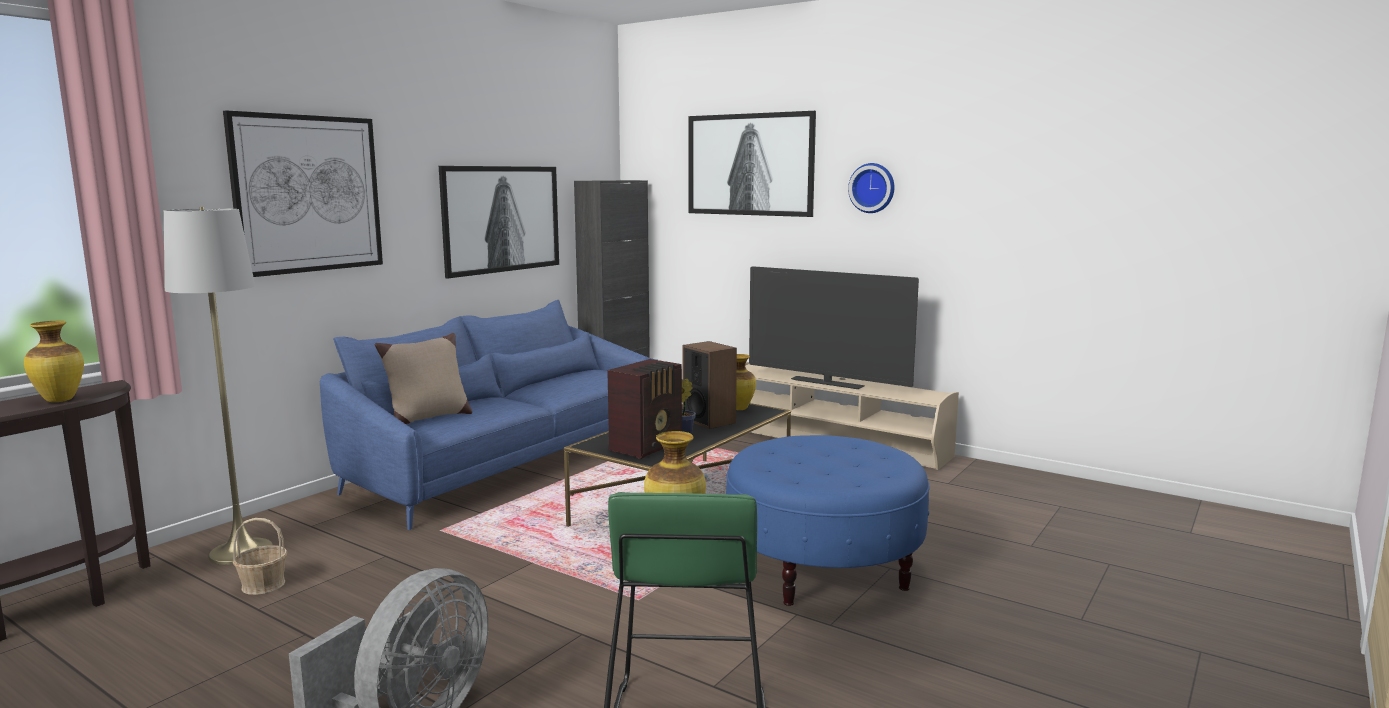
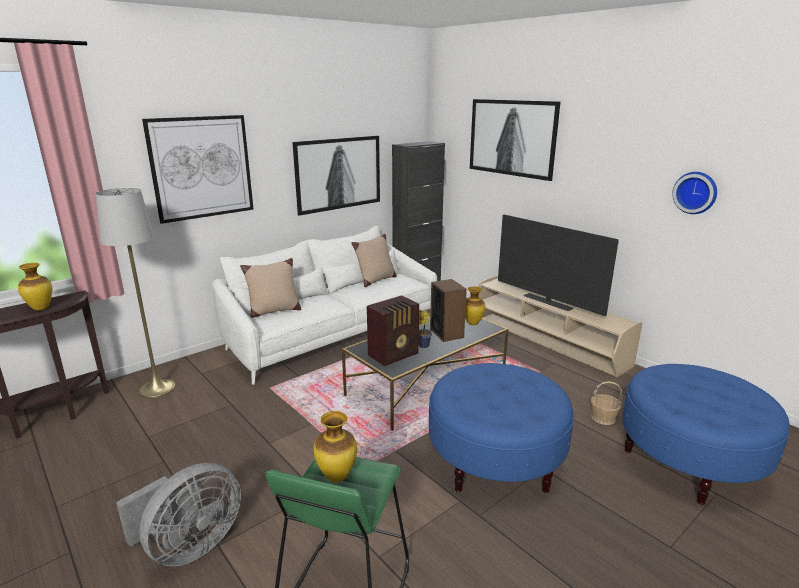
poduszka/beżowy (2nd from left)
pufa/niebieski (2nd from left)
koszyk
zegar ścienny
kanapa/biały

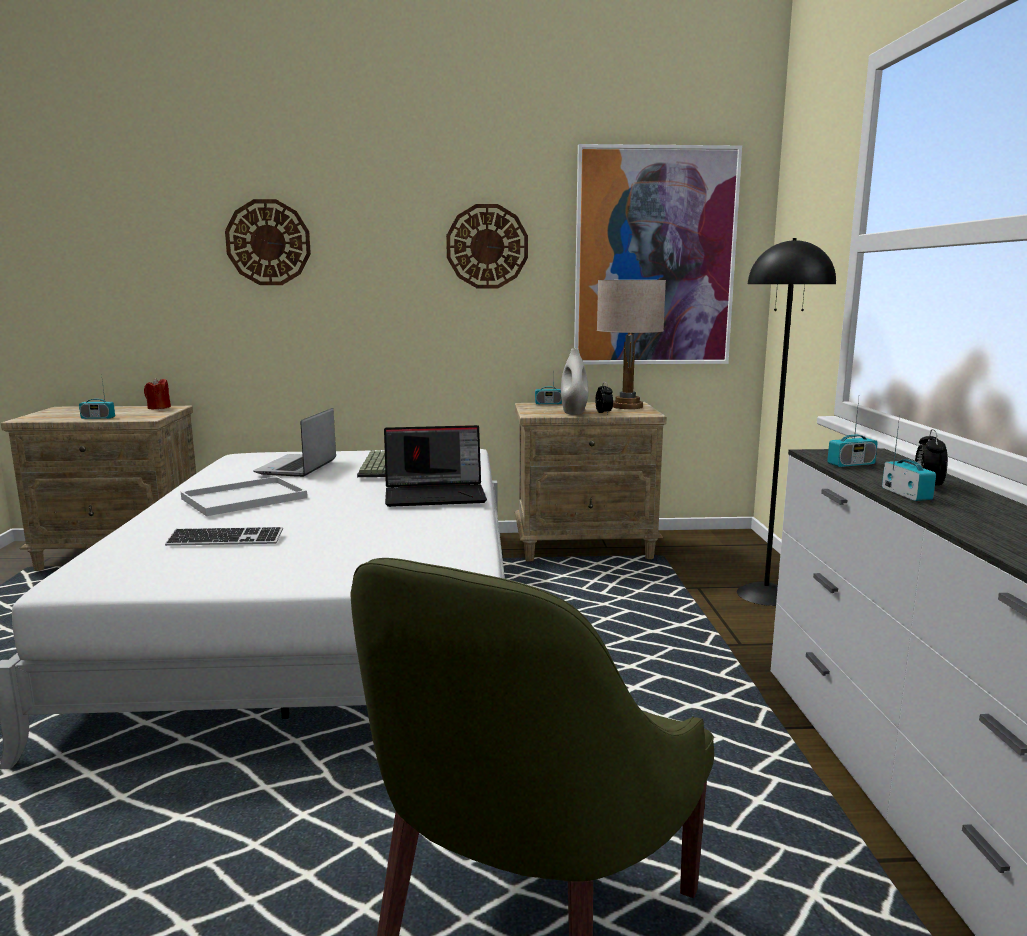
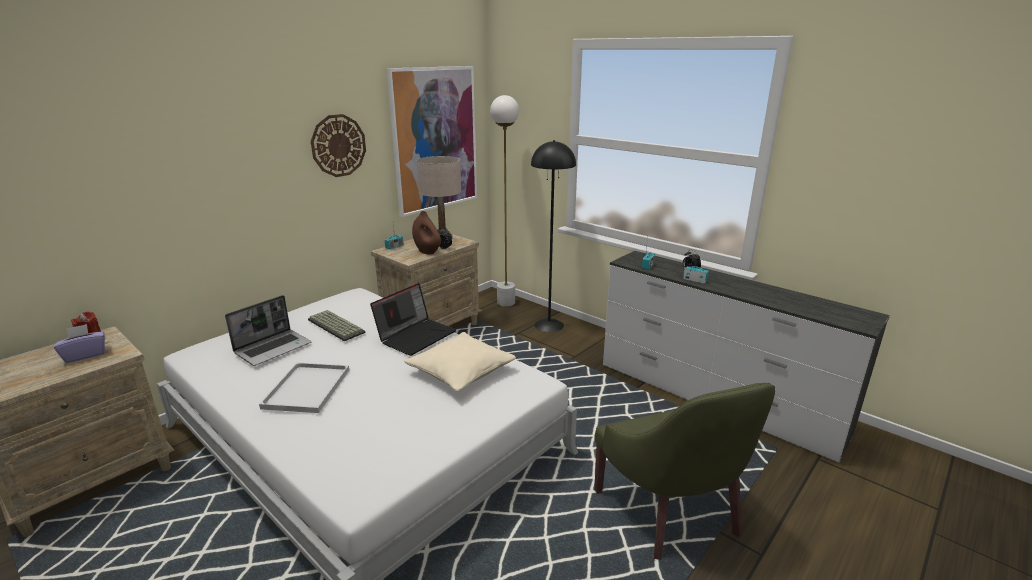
radio (1st from left in the first image)
klawiatura (1st from left in the first image)
zegar ścienny (1st from left in the first image)
pudełko chusteczek/fioletowy
poduszka/beżowy
lampa stojąca/biały
wazon/brązowy
laptop (1st from left)

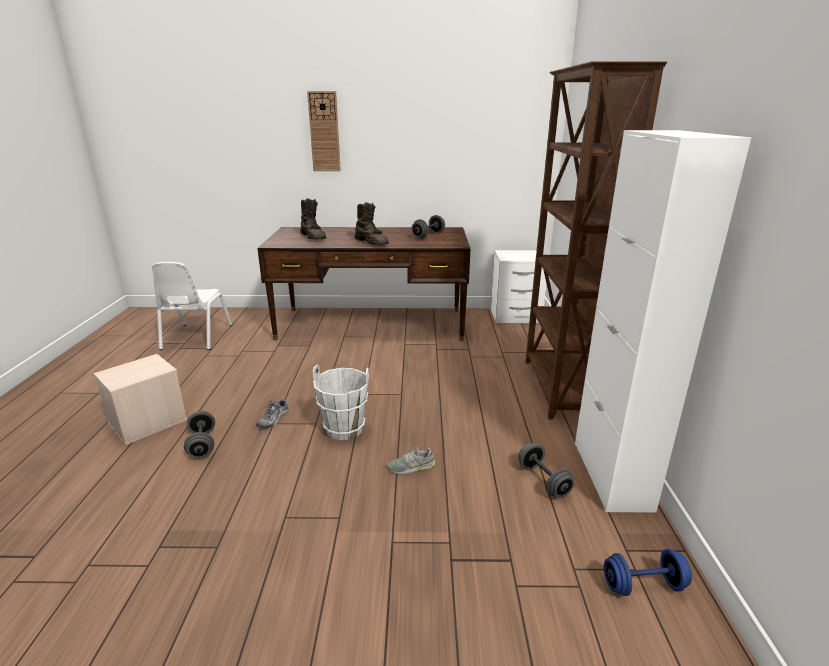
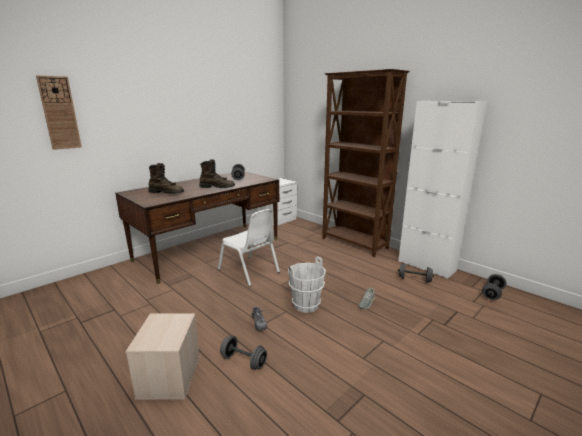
krzesło/biały
zegar ścienny
hantel/szary (4th from left)

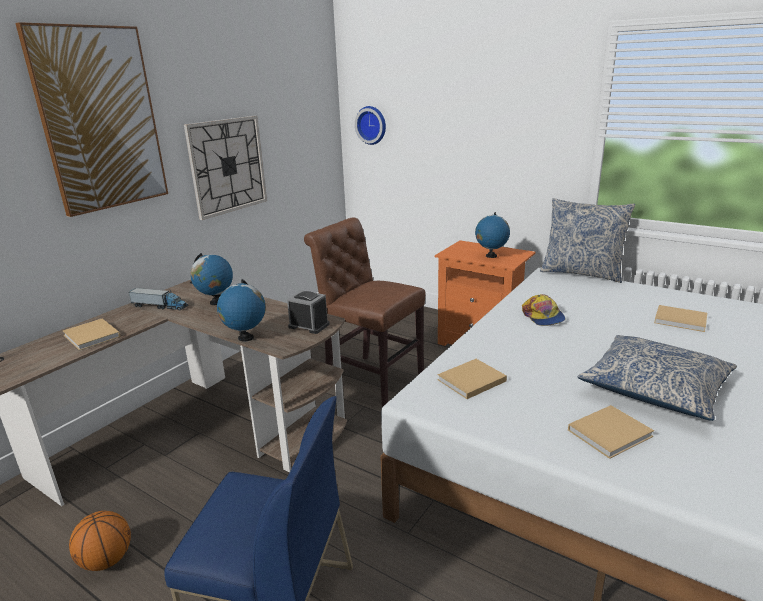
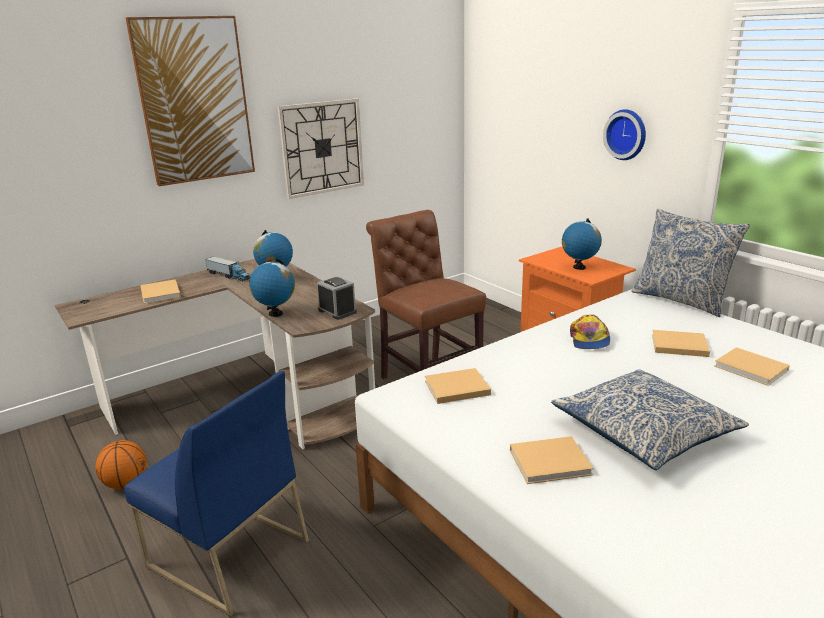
książka/beżowy (4th from left)
zegar ścienny (2nd from left)

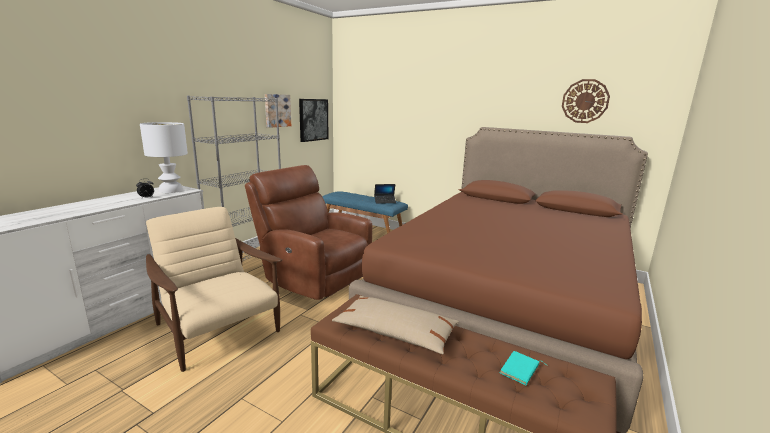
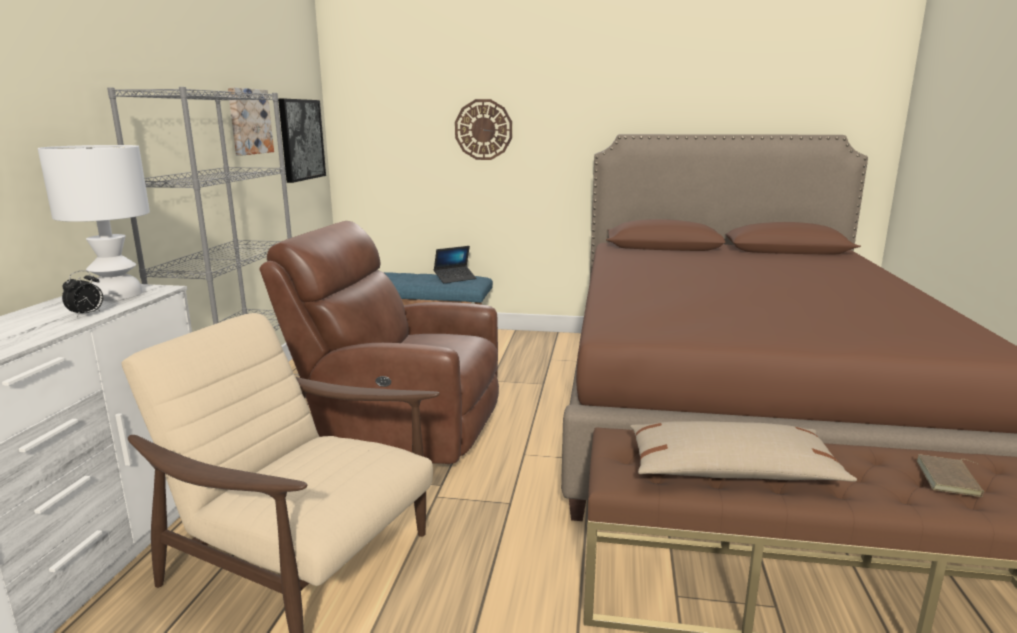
zegar ścienny
książka/brązowy

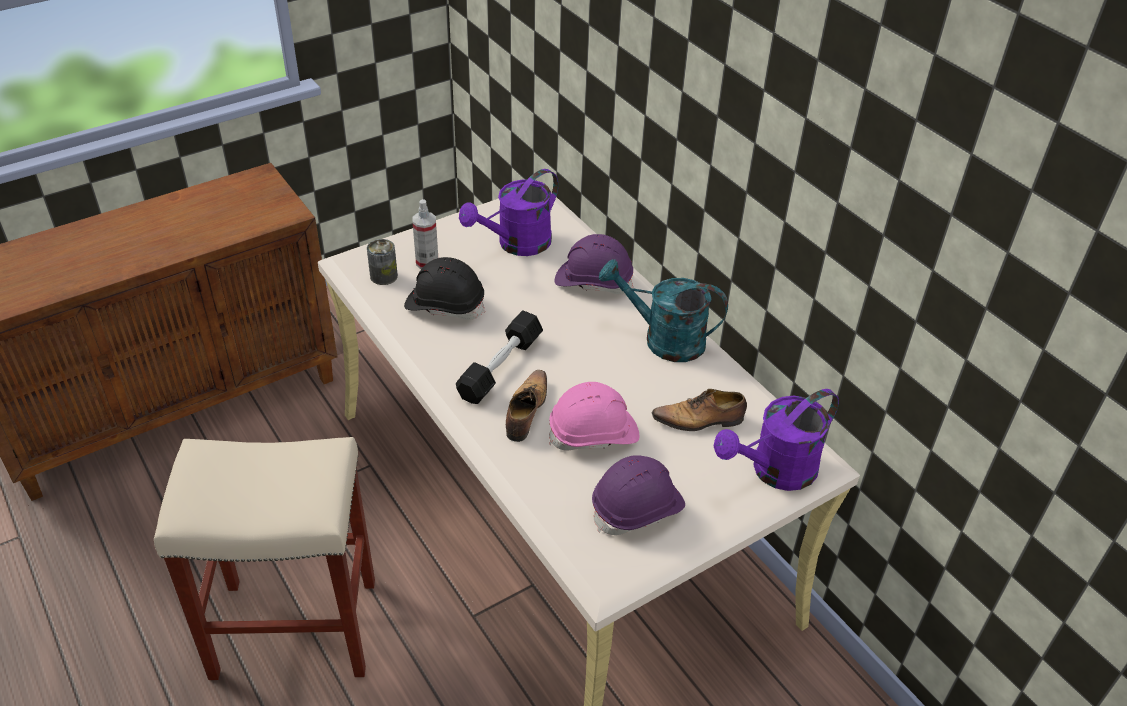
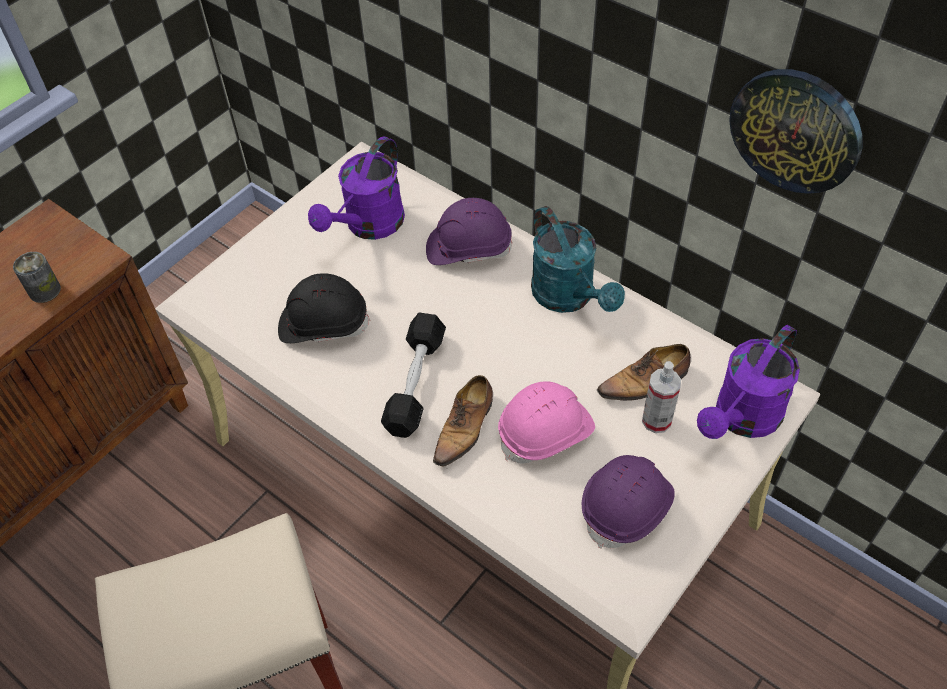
zegar ścienny
puszka
spryskiwacz
but (1st from left)
konewka/turkusowy

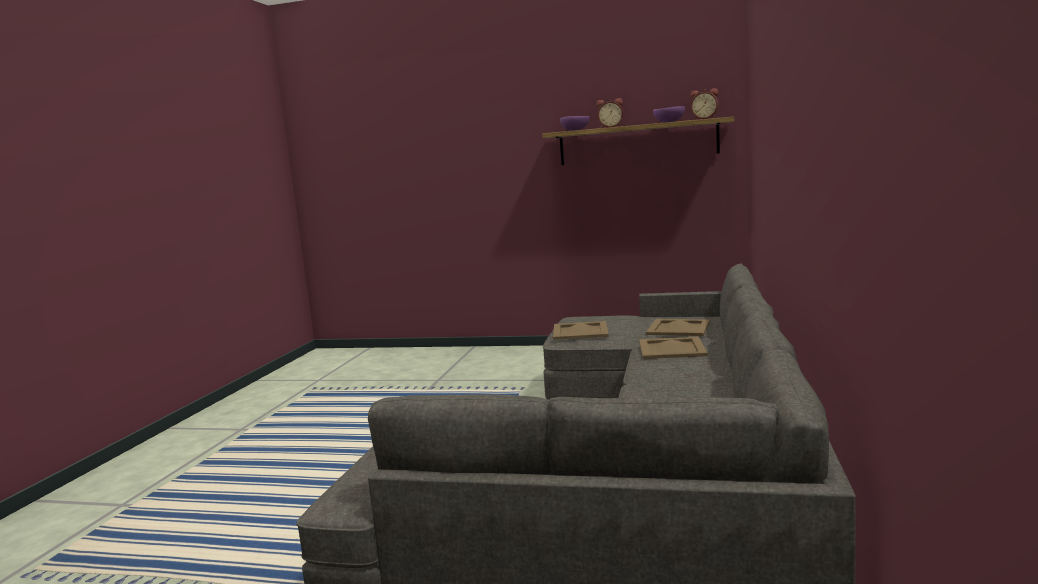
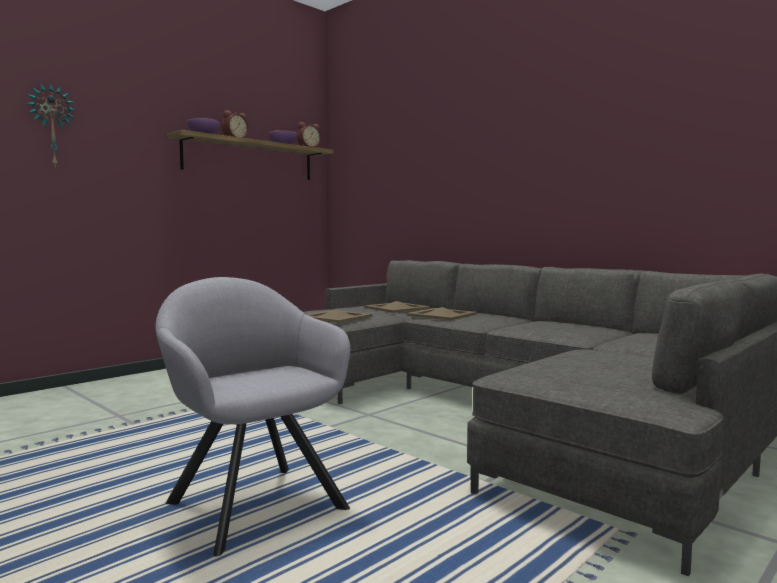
zegar ścienny
fotel/szary

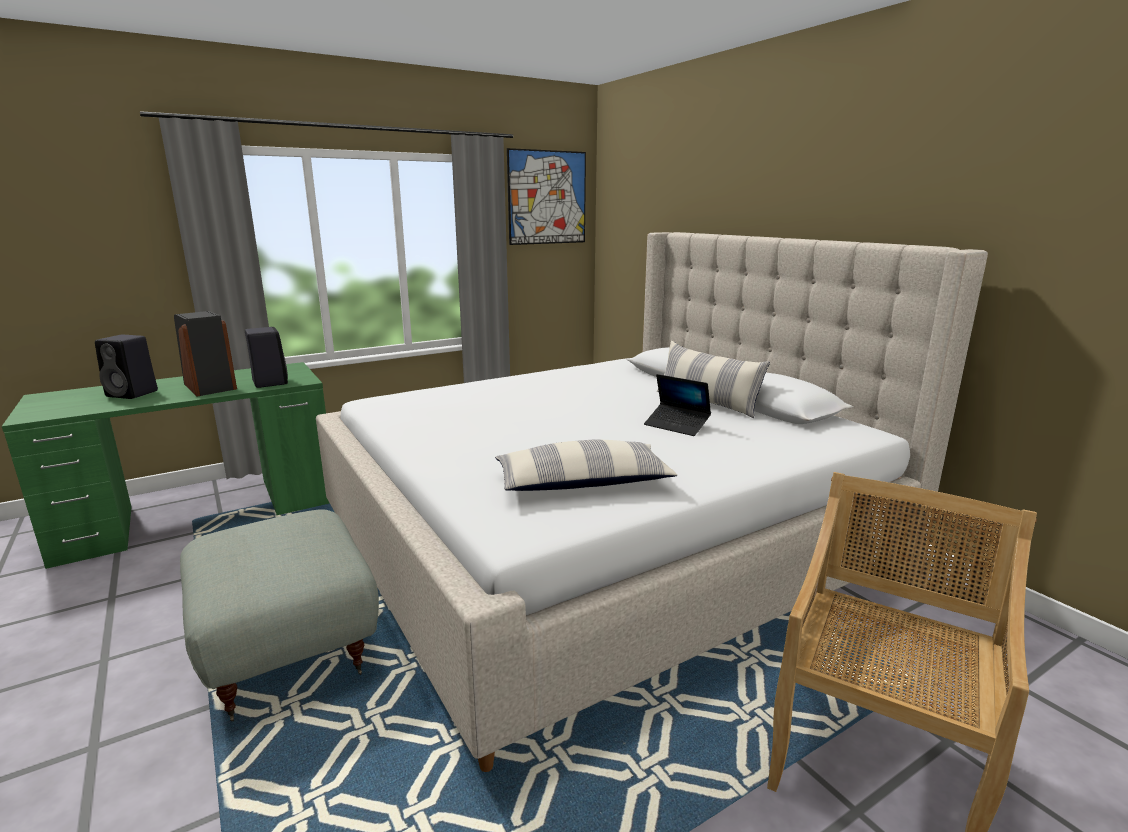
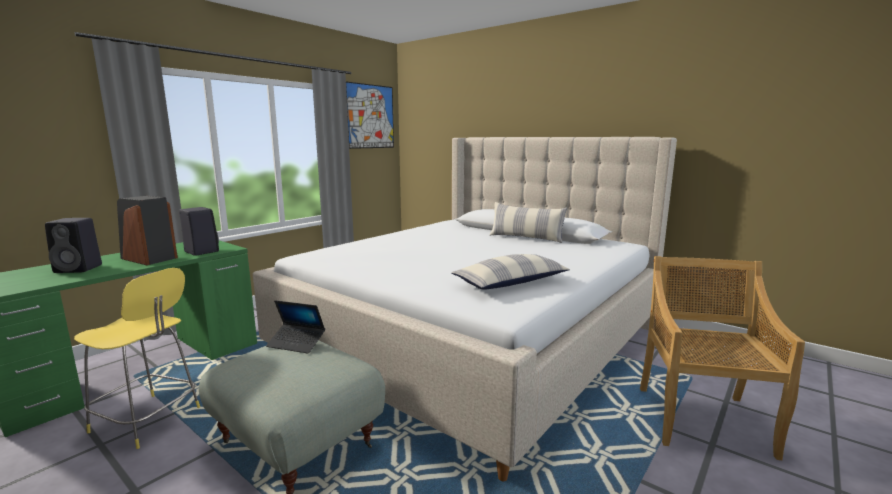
stołek/żółty
laptop

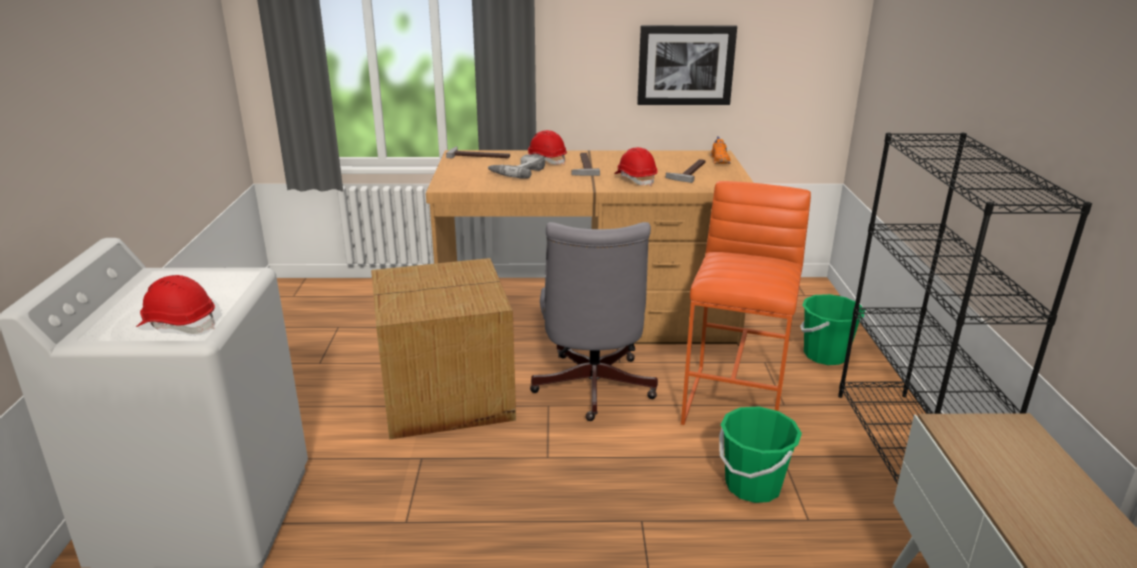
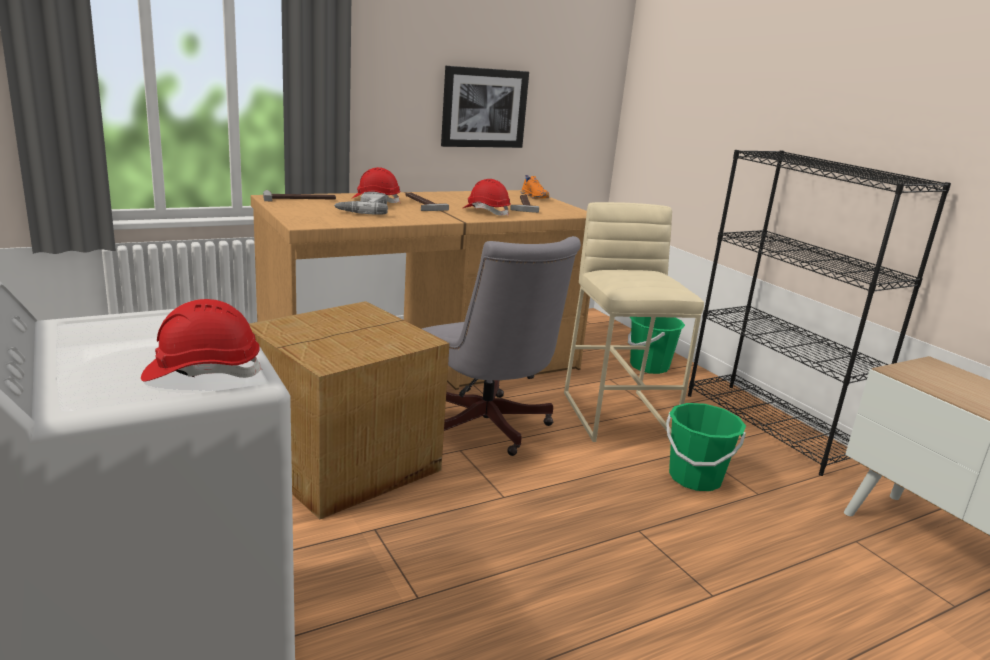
stołek/beżowy

